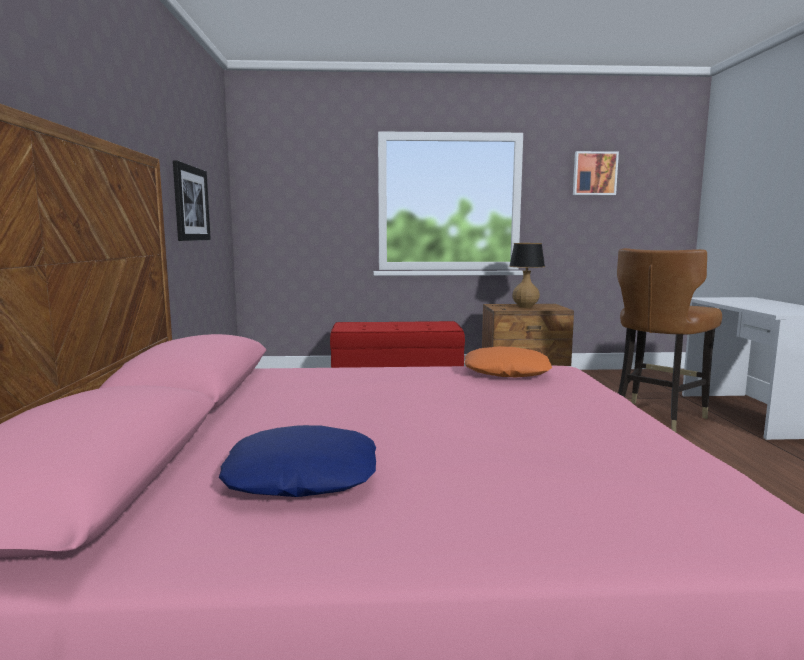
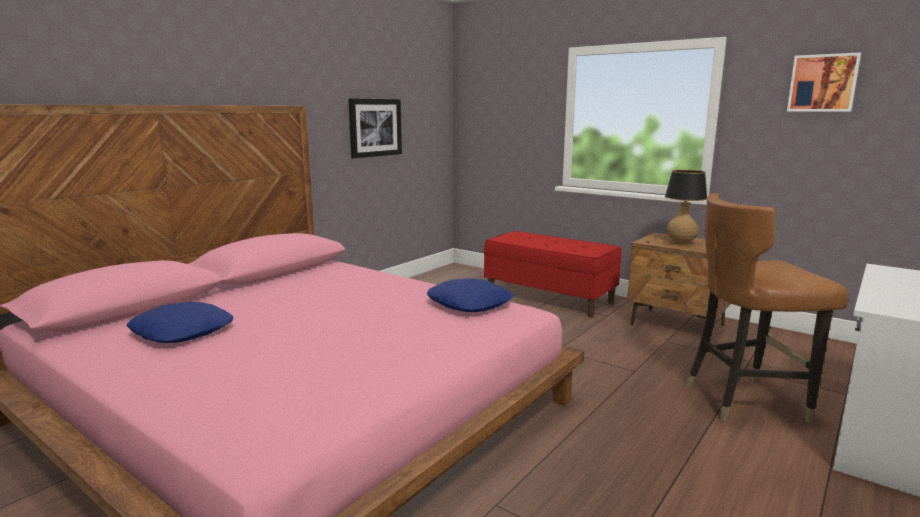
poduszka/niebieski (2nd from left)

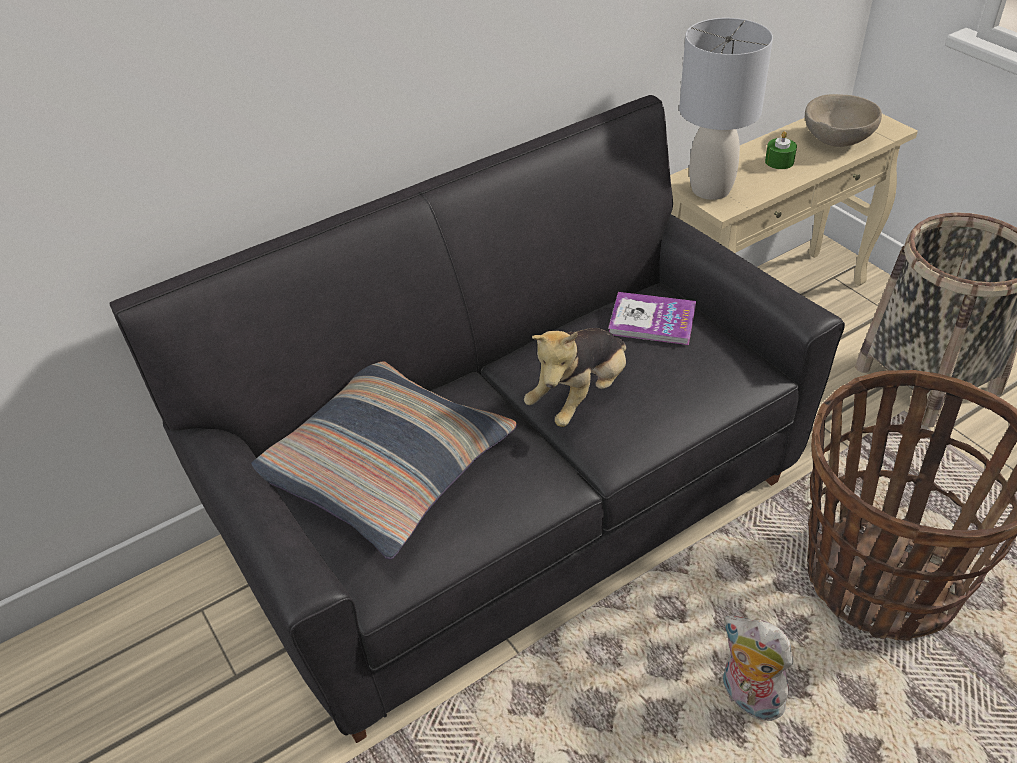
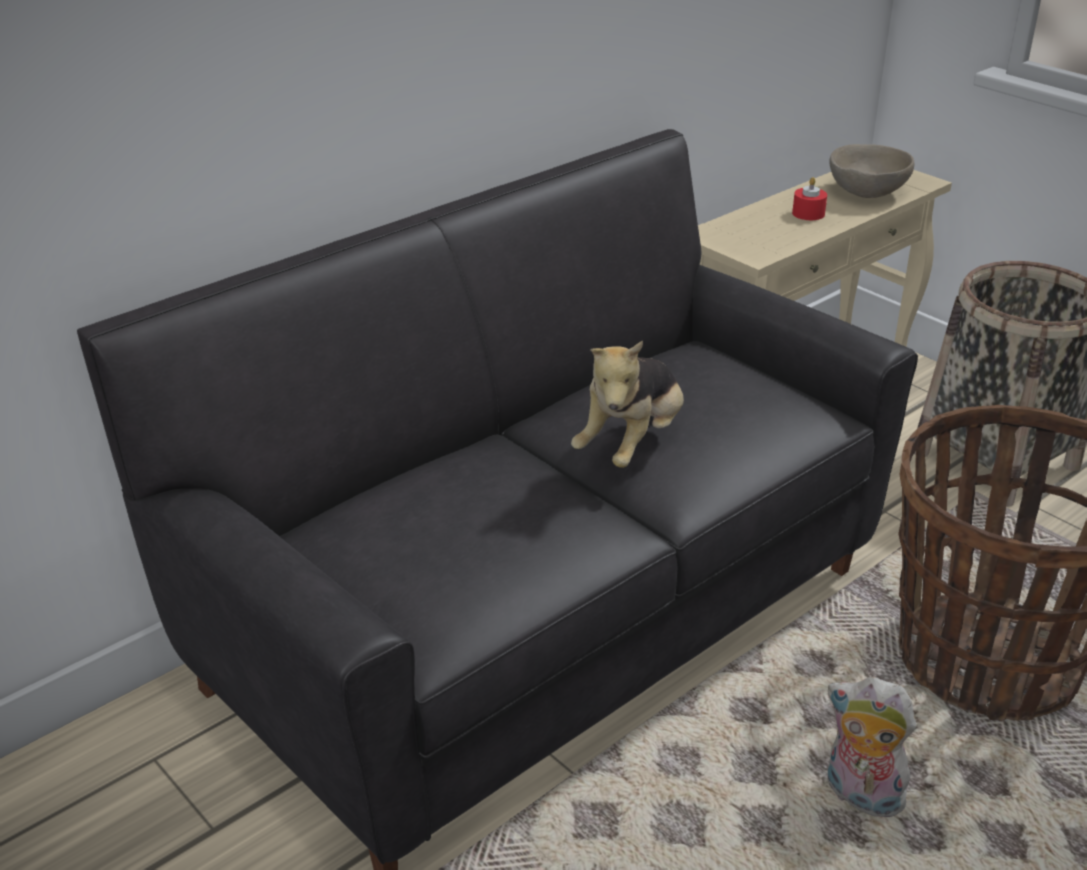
poduszka
książka
lampa stołowa/szary
świeca/czerwony

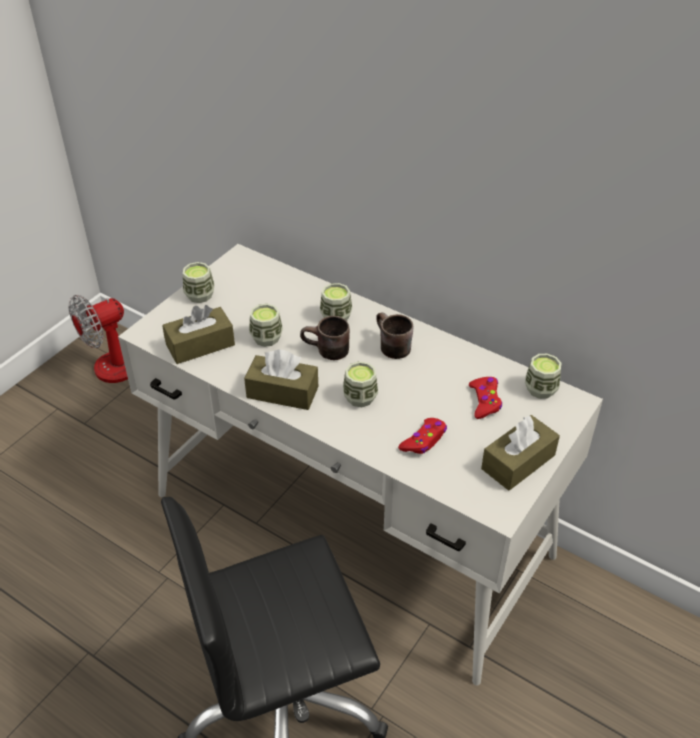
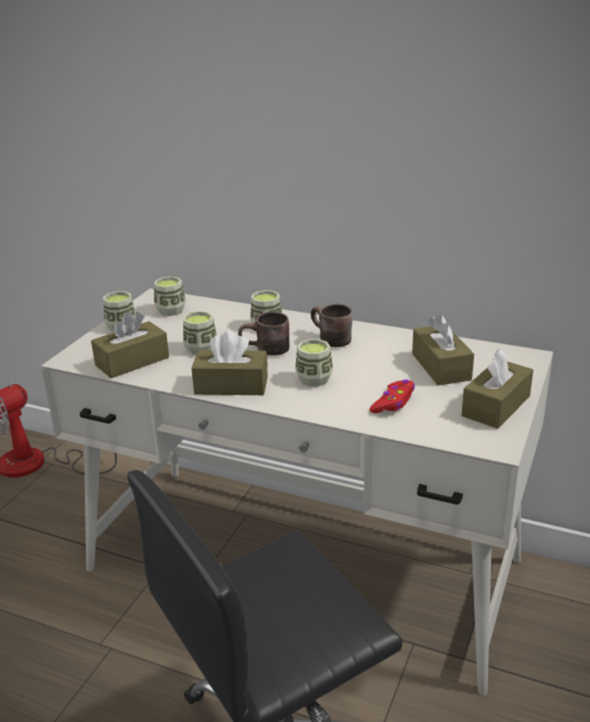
filiżanka (2nd from left)
pudełko chusteczek/brązowy (3rd from left)

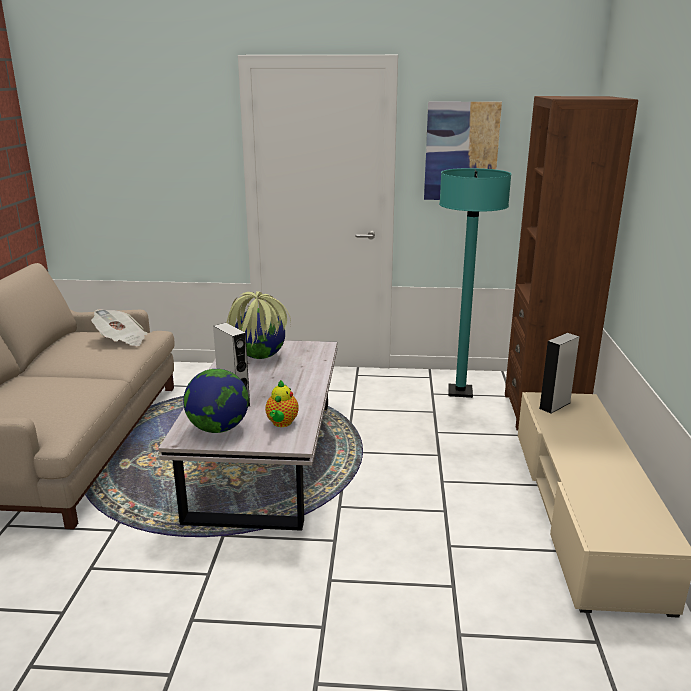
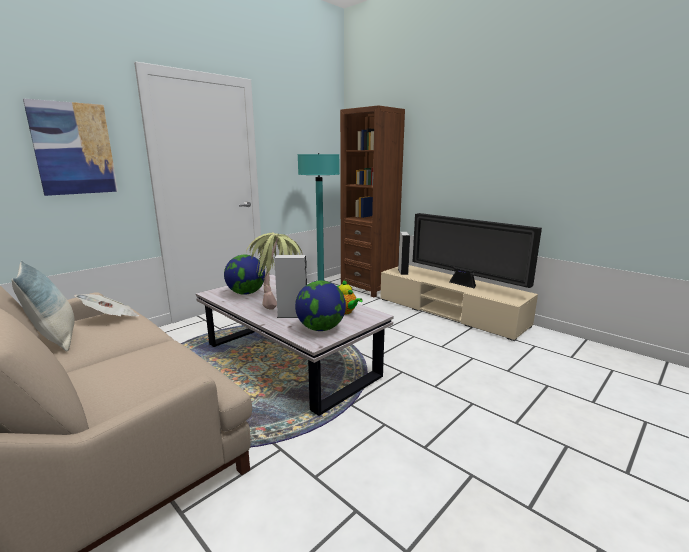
poduszka
telewizor
obraz

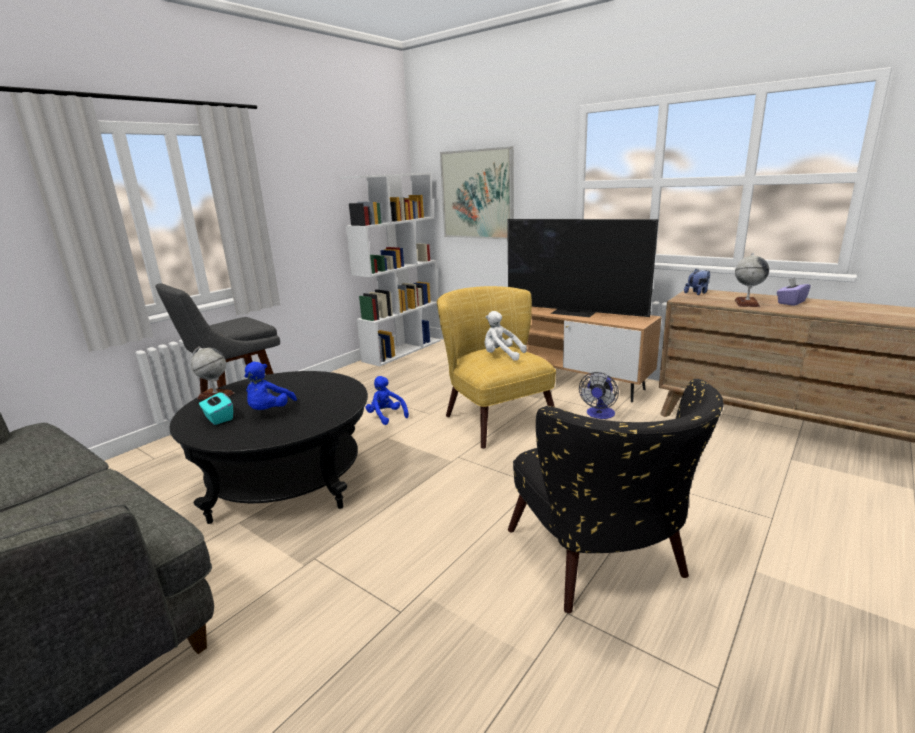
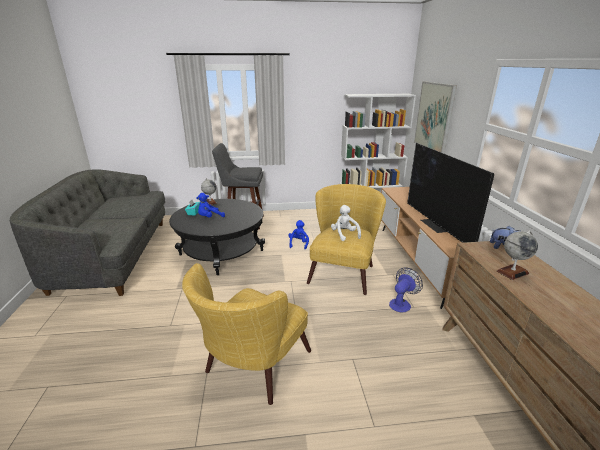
pudełko chusteczek/fioletowy
fotel/żółty (1st from left)
wentylator

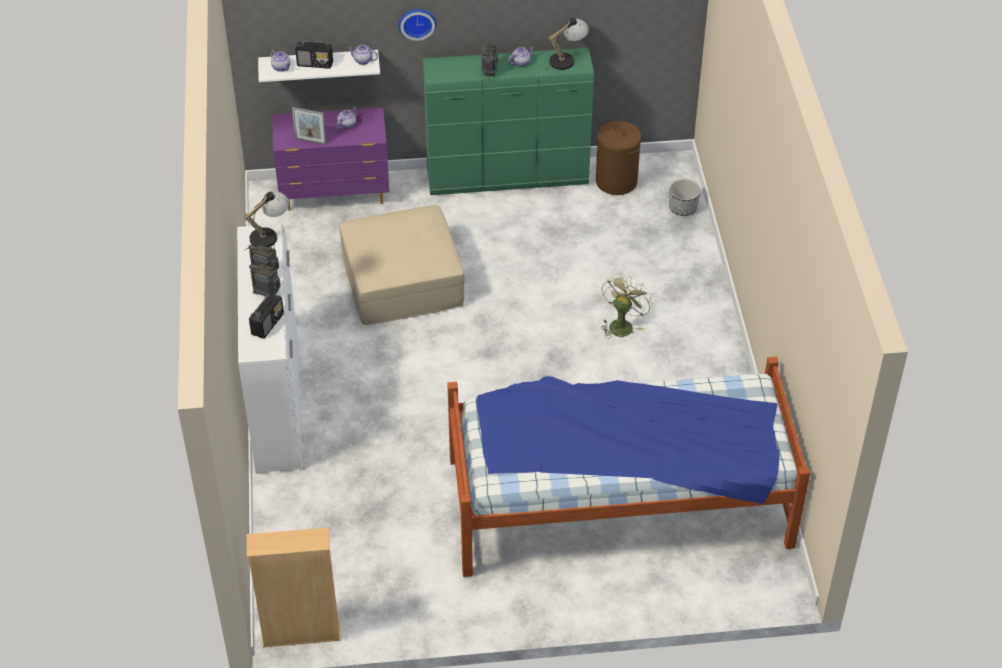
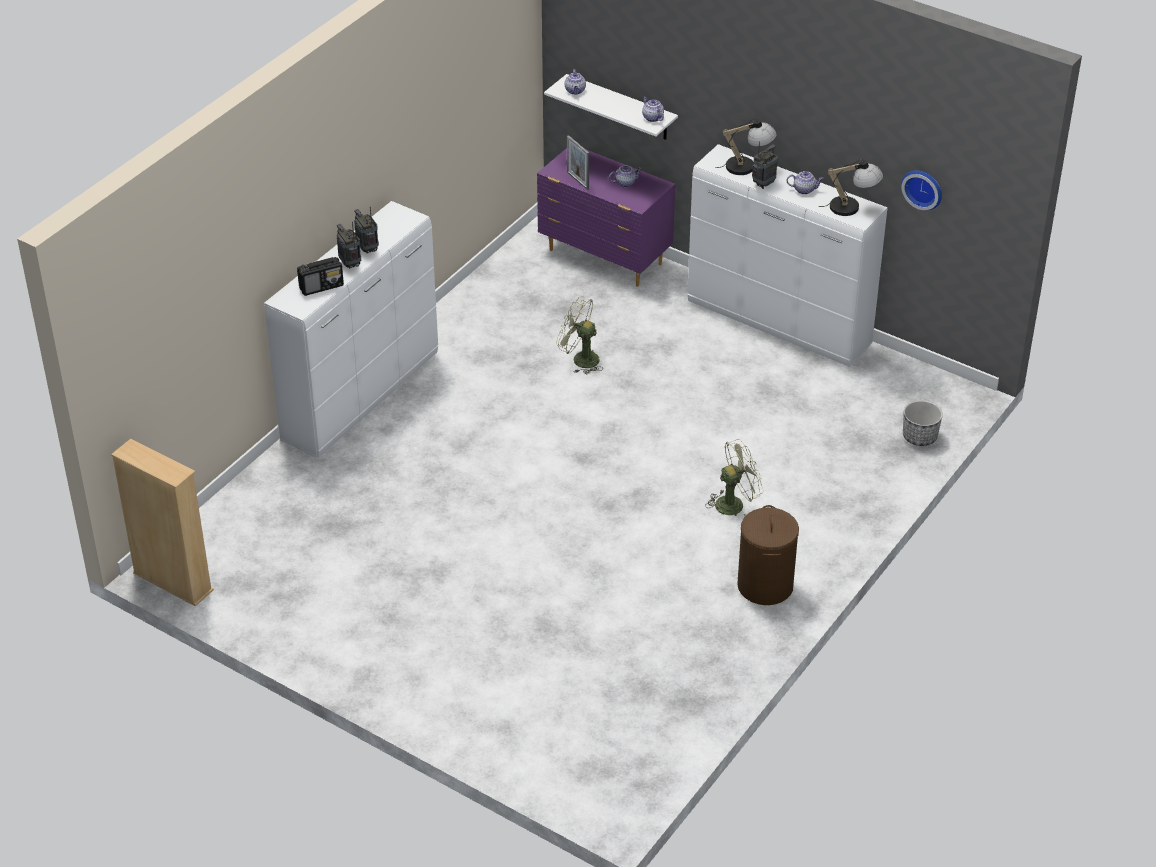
radio (4th from left in the first image)
łóżko
lampa stołowa (1st from left)
zegar ścienny
kosz na pranie/brązowy
wentylator/zielony (1st from left)
komoda/biały (2nd from left)

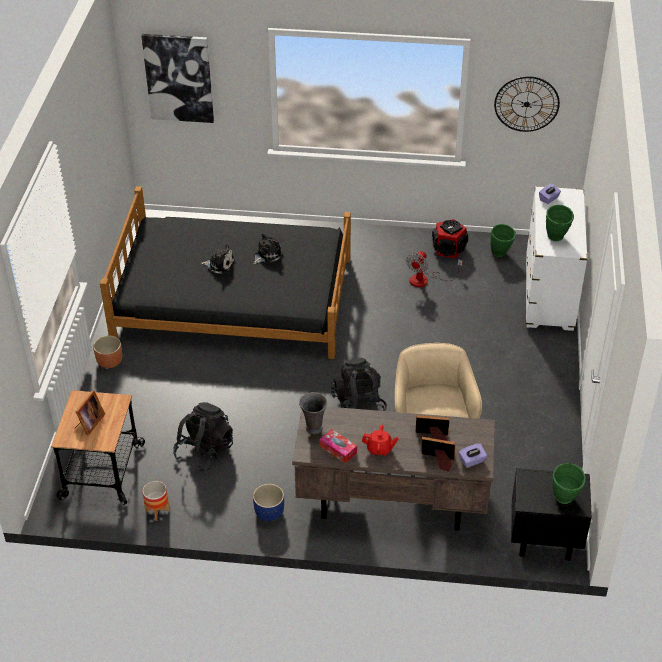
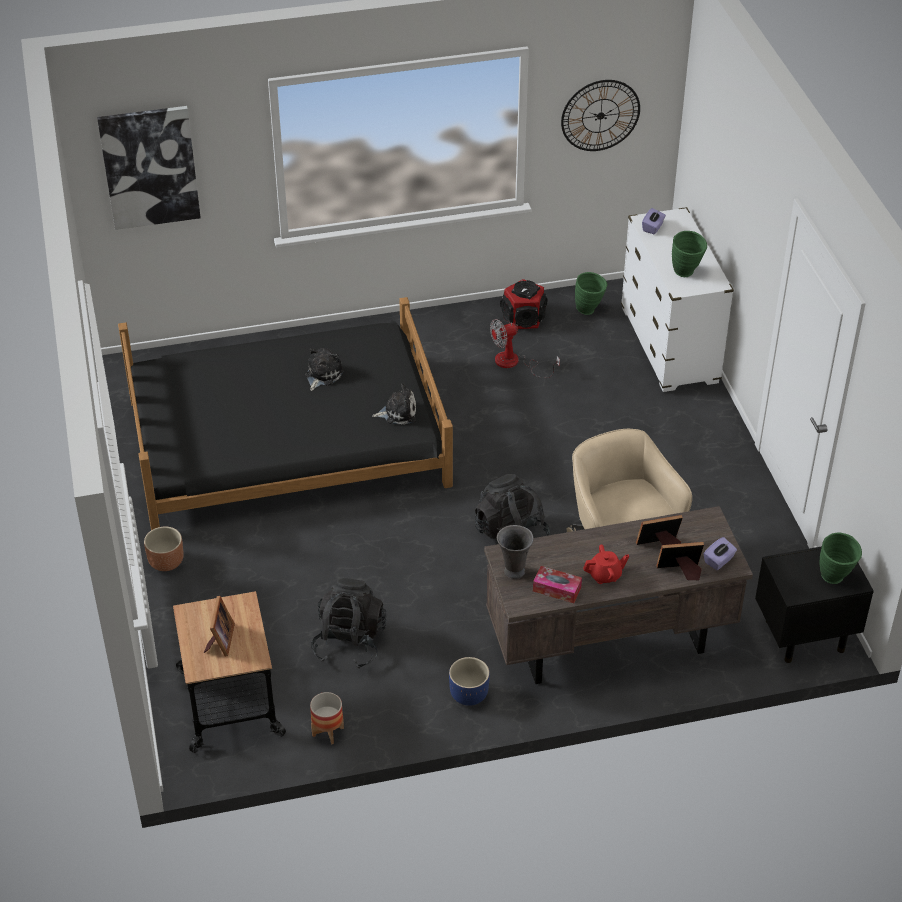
pluszak (2nd from left)
wentylator

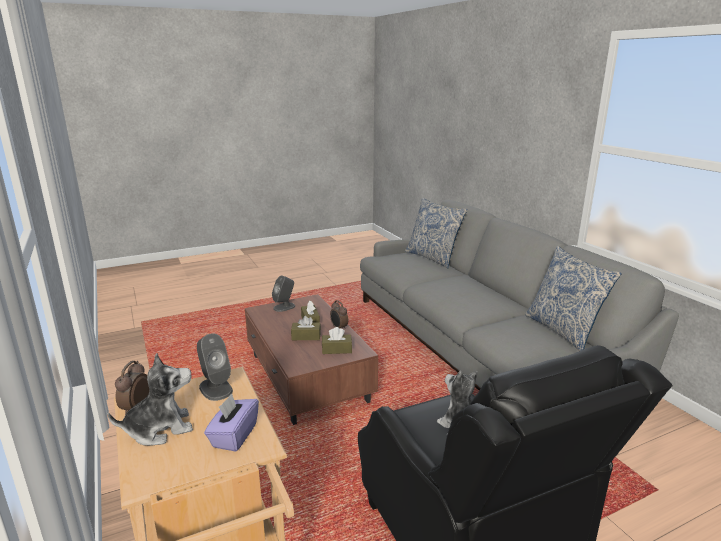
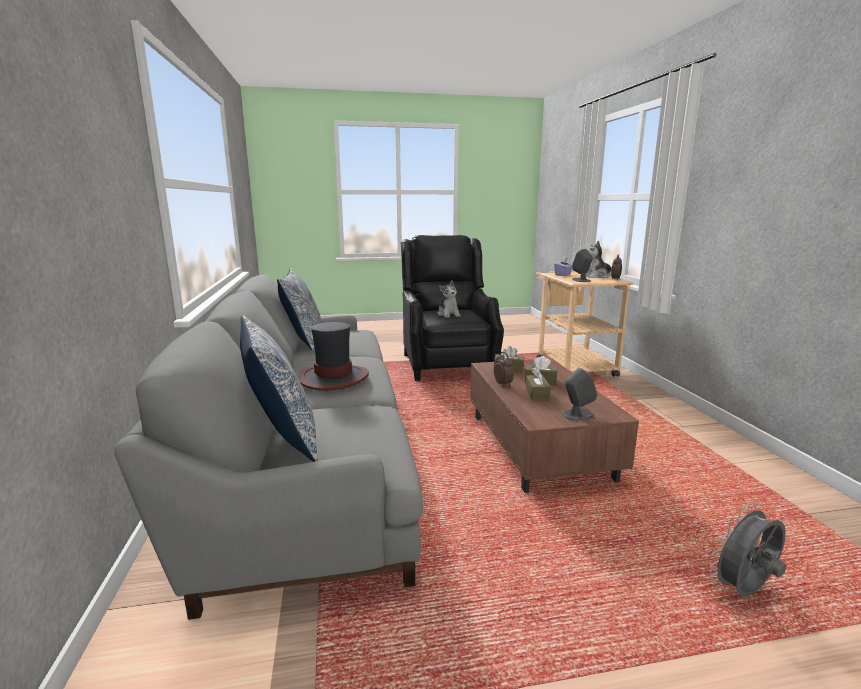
kapelusz
wentylator/szary

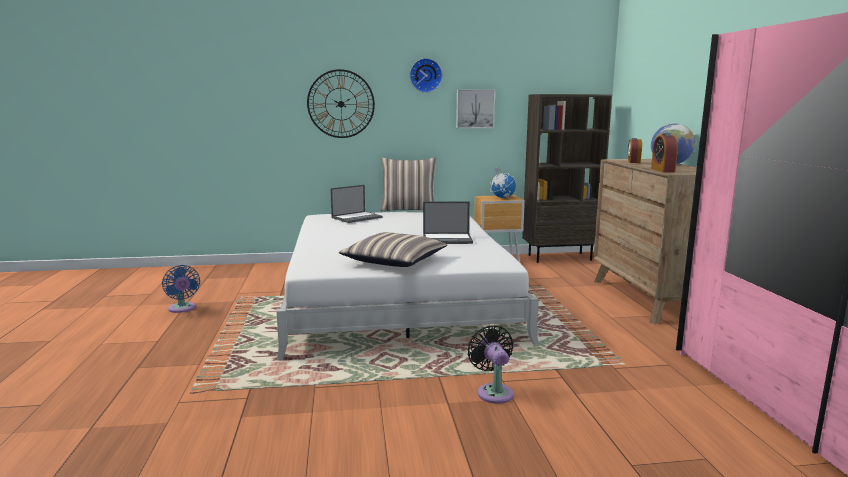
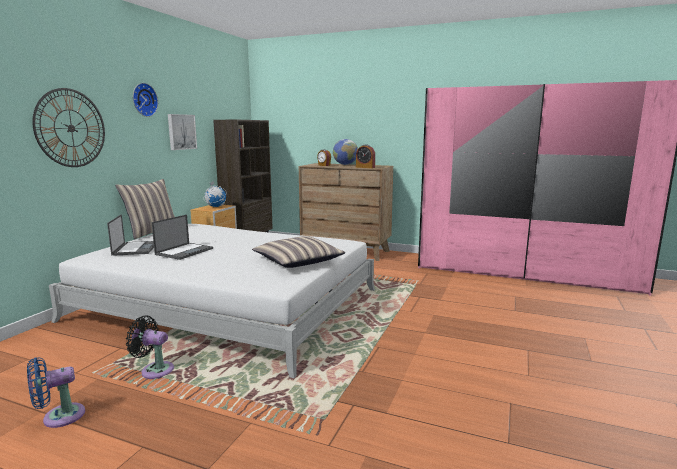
laptop (2nd from left)
wentylator/czarny
wentylator/niebieski

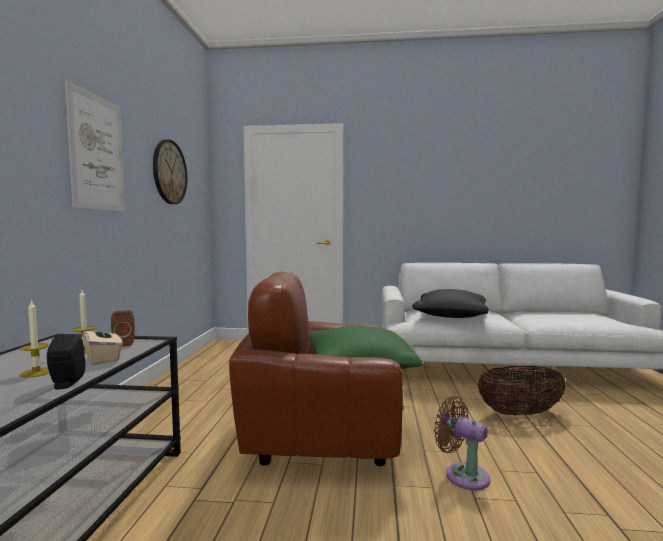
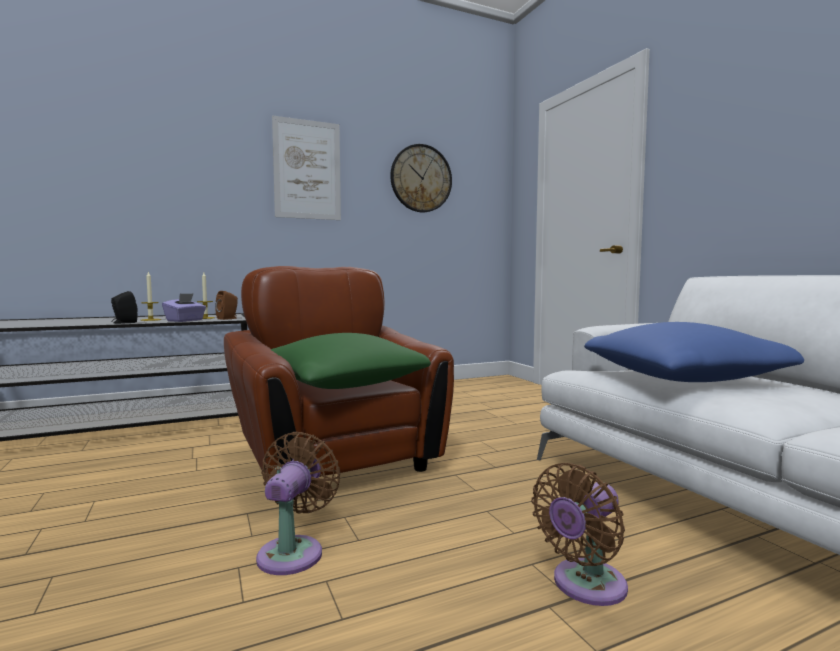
wentylator/brązowy (2nd from left)
pudełko chusteczek/fioletowy
poduszka/niebieski

